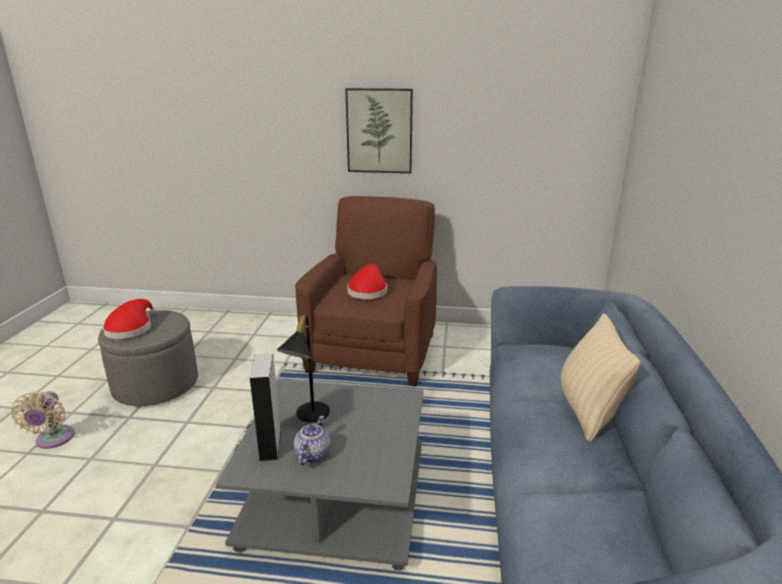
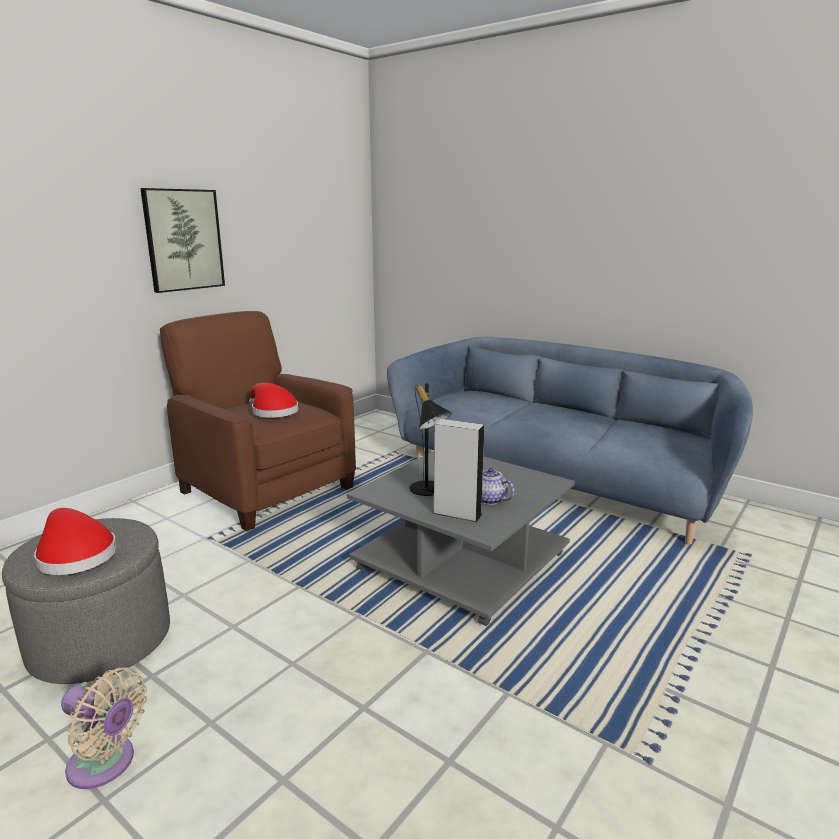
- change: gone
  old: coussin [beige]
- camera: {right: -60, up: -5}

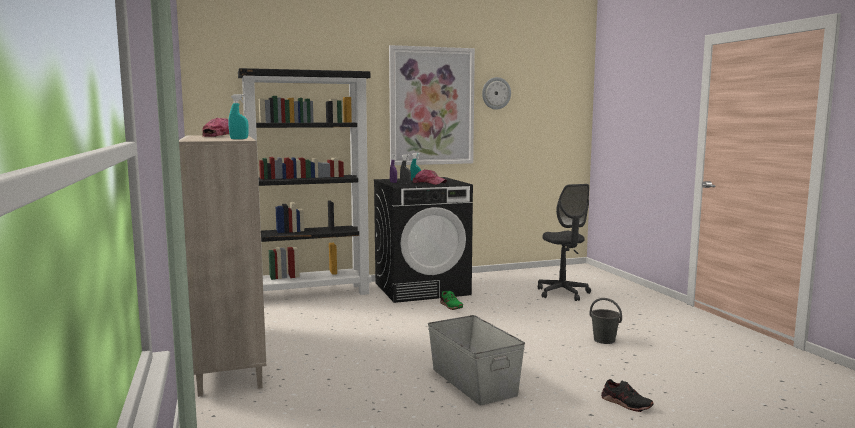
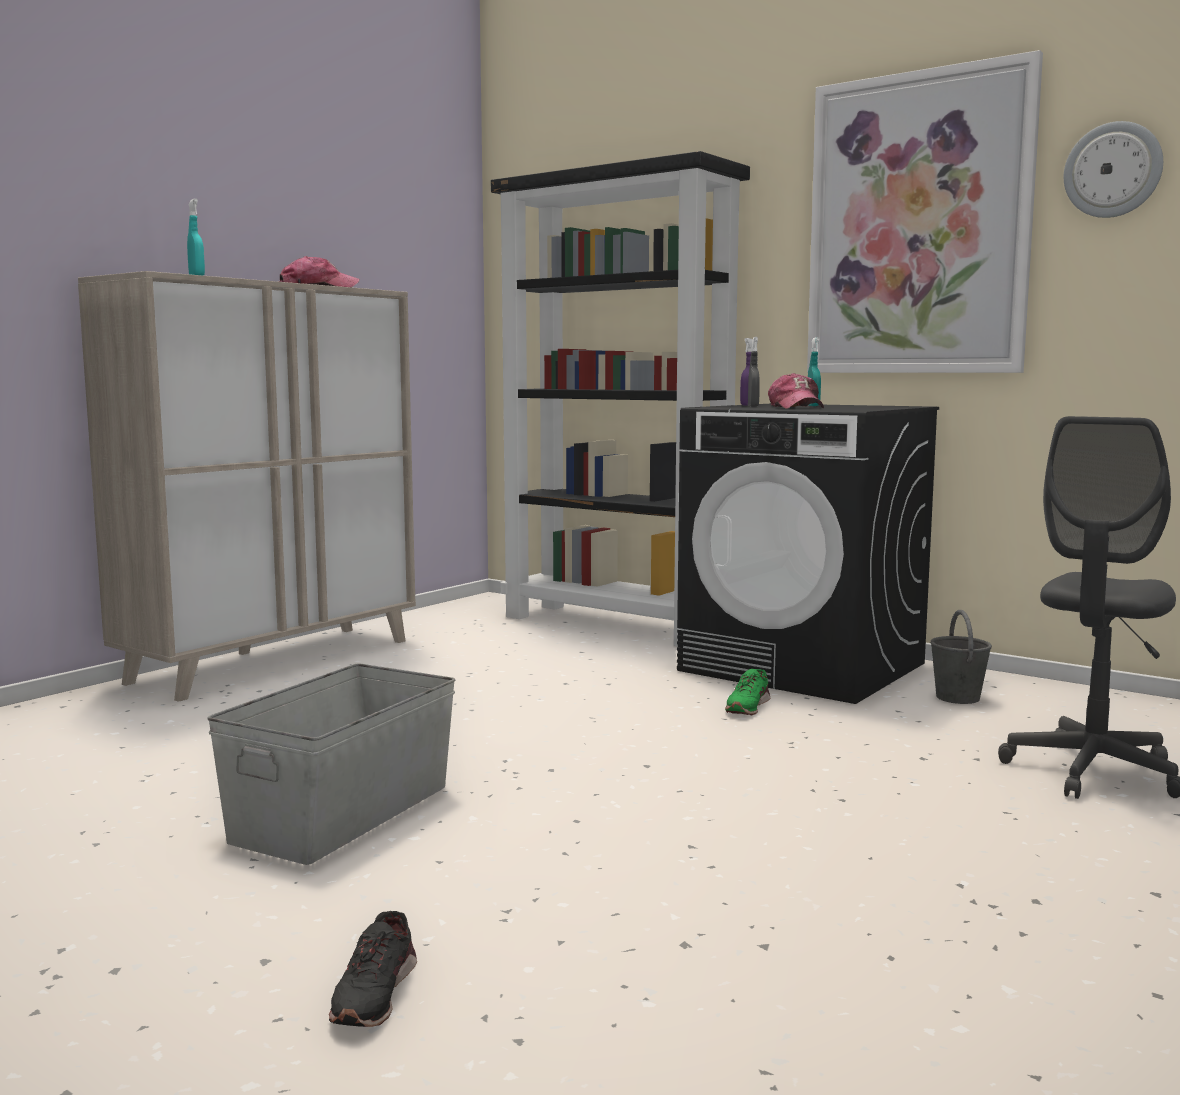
- change: shifted
  old: seau [gris]
- camera: {right: 55, up: 0}

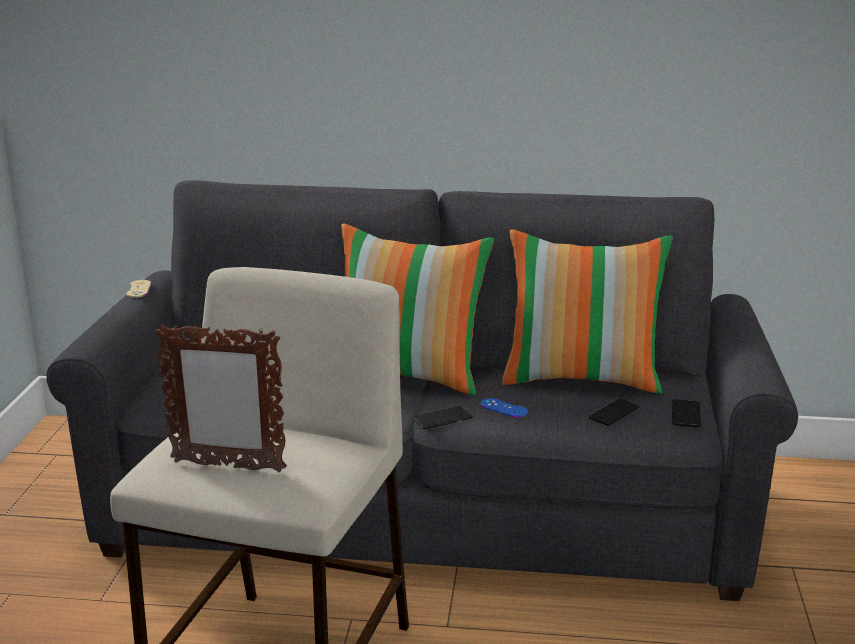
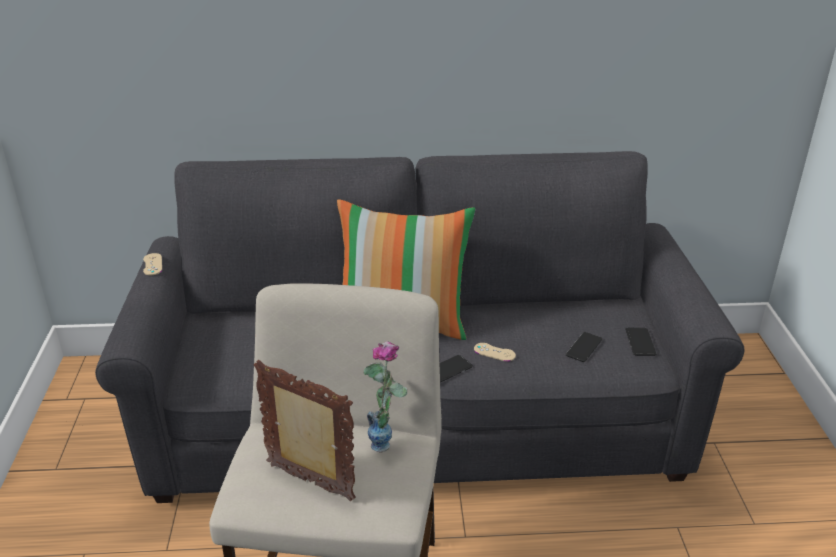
- change: rotated
  old: cadre photo
  degrees: -150
- change: repainted
  old: manette [bleu]
  new: manette [beige] (no. 2 from left)
- change: gone
  old: coussin (no. 2 from left)
- change: new
  new: vase
- camera: {right: -10, up: 10}

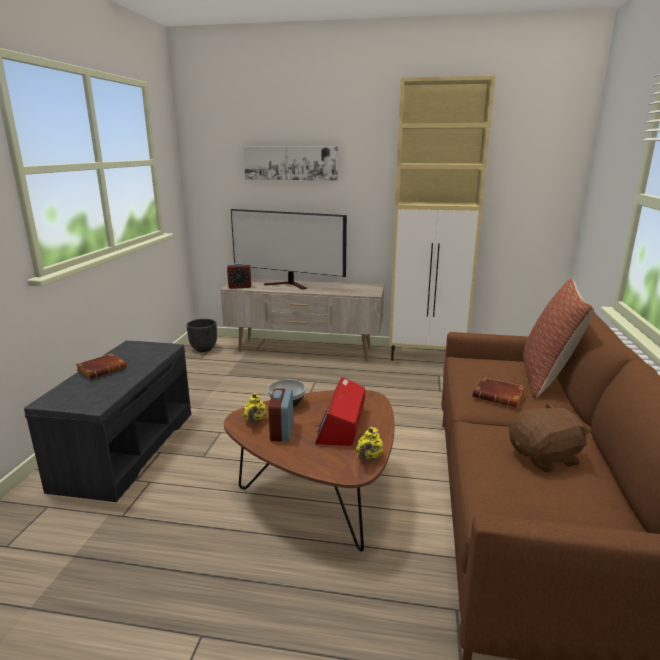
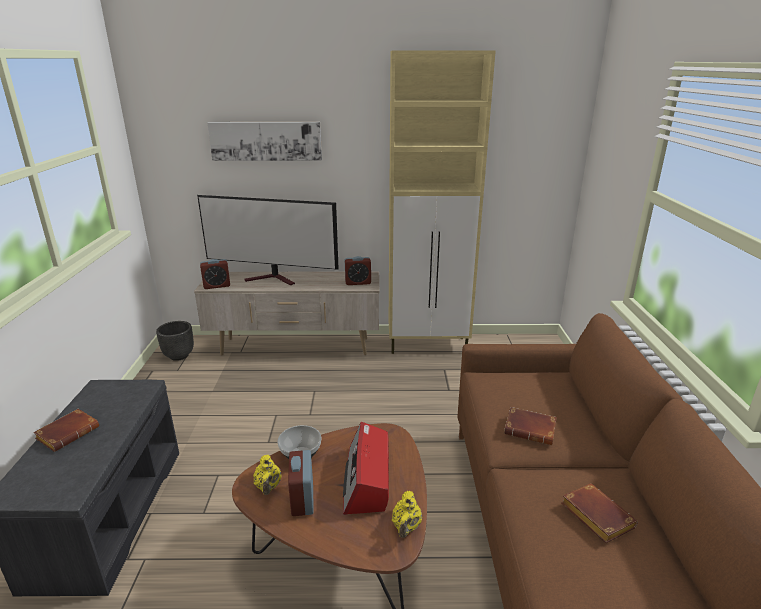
- change: swapped
  old: peluche [marron]
  new: livre [marron] (no. 3 from left)
- change: gone
  old: coussin
- change: new
  new: réveil (no. 3 from left)
- camera: {right: -10, up: 5}

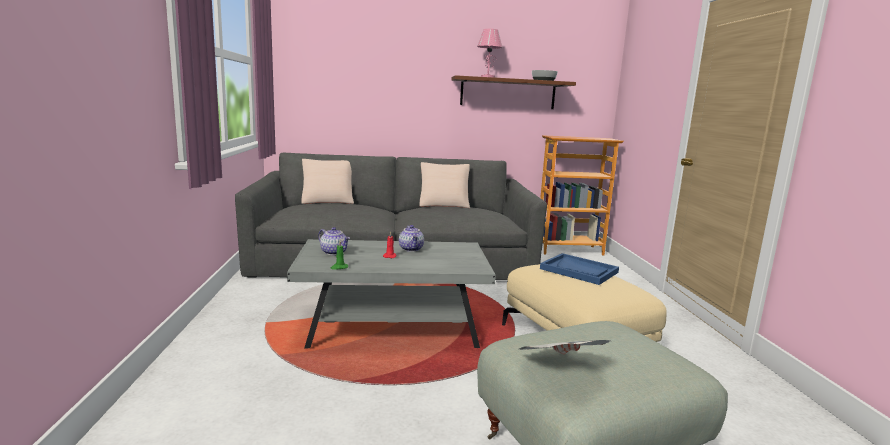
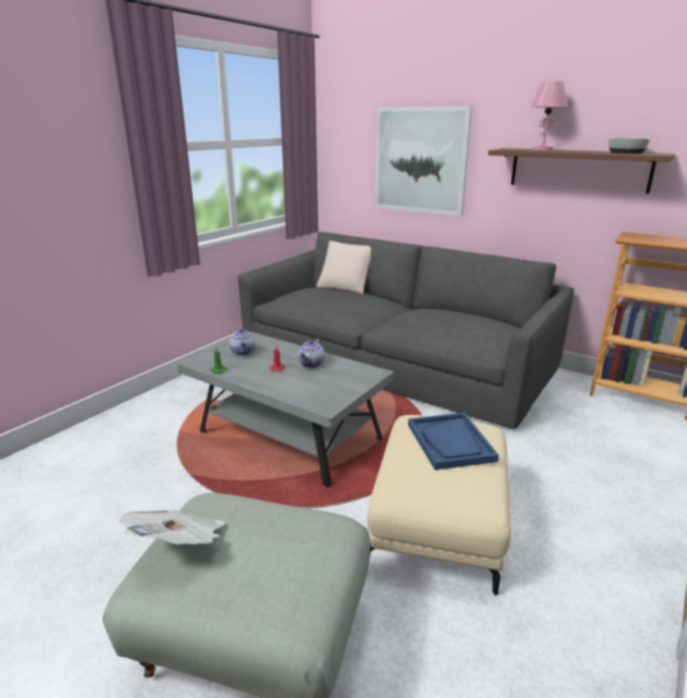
- change: gone
  old: coussin [beige] (no. 2 from left)
- change: new
  new: tableau
- camera: {right: 40, up: 10}

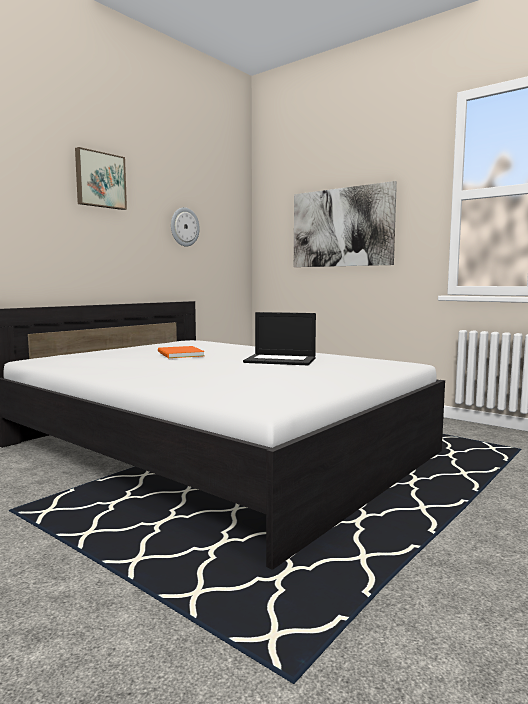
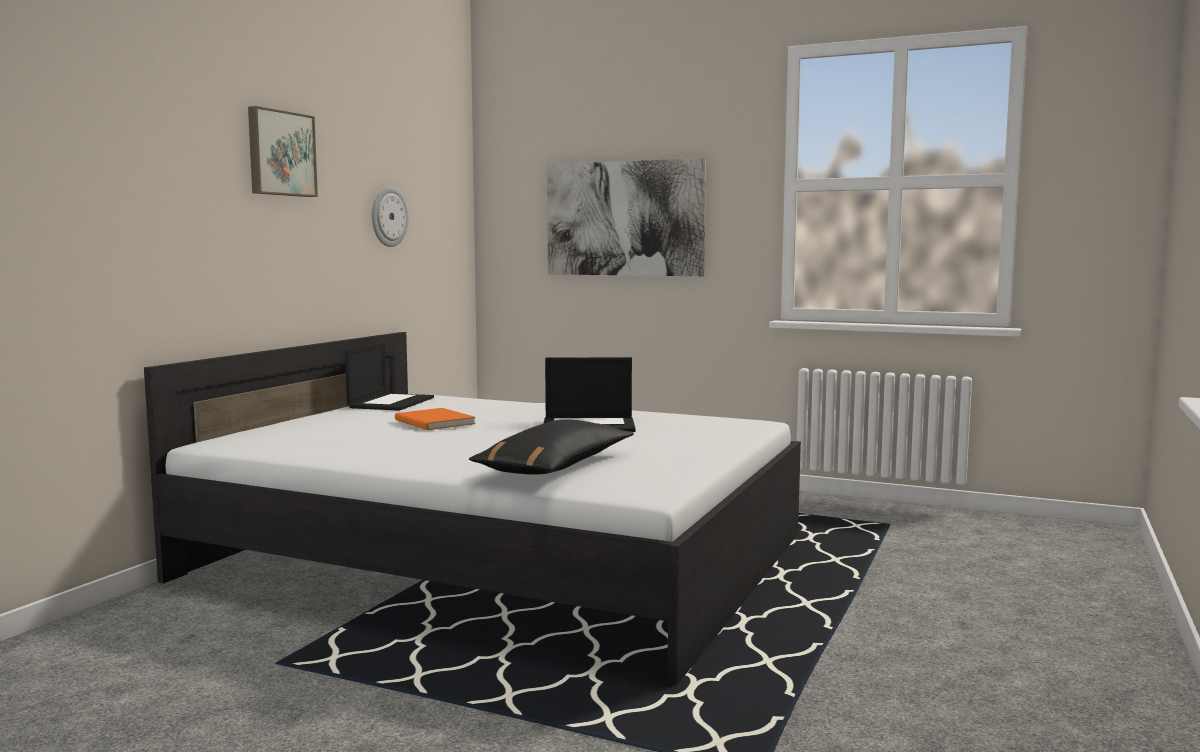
- change: new
  new: ordinateur portable (no. 1 from left)
- change: new
  new: coussin [noir]
- camera: {right: -15, up: 0}

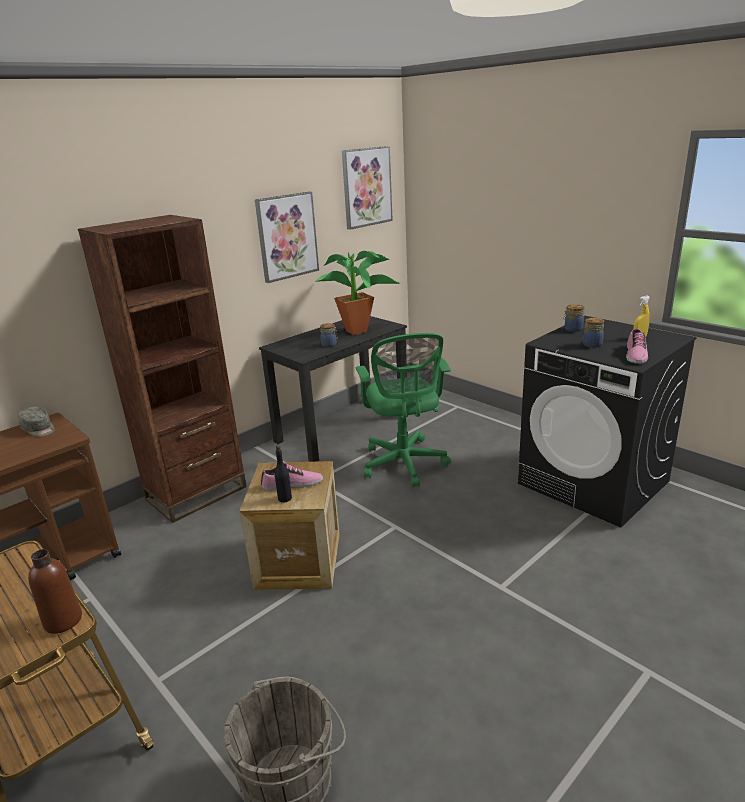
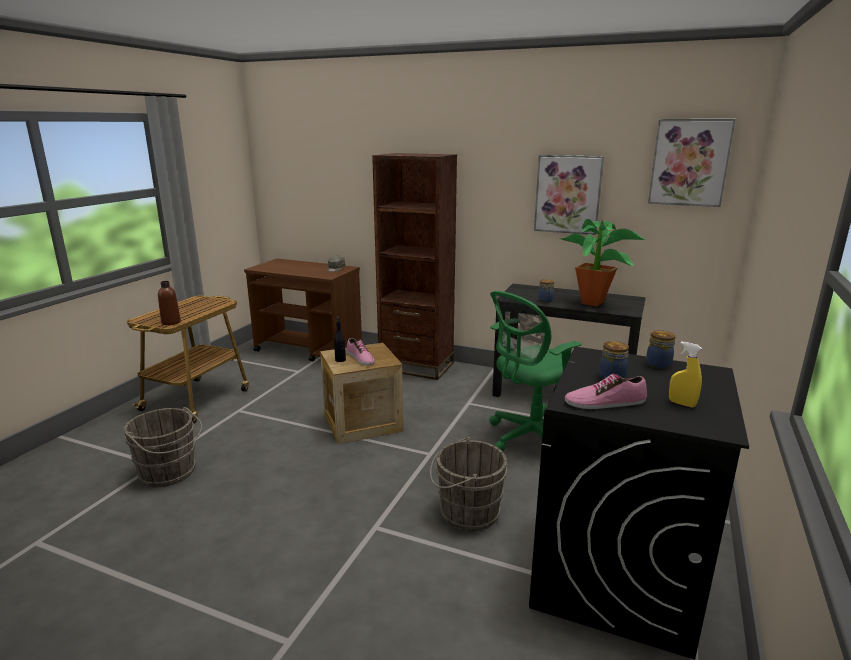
- change: new
  new: seau [gris] (no. 2 from left)
- camera: {right: 65, up: -5}

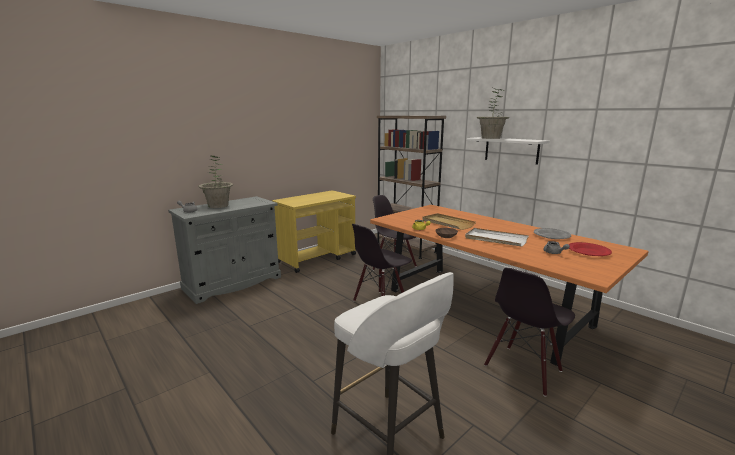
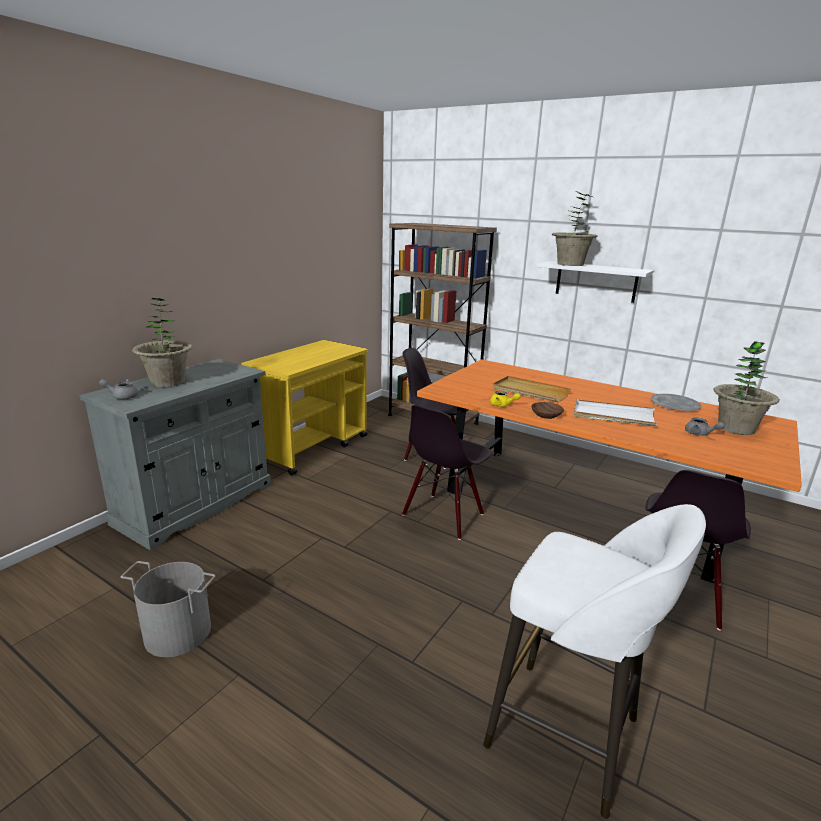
- change: swapped
  old: assiette [rouge]
  new: plante en pot (no. 3 from left)
- change: new
  new: seau [gris]
- camera: {right: -15, up: 5}

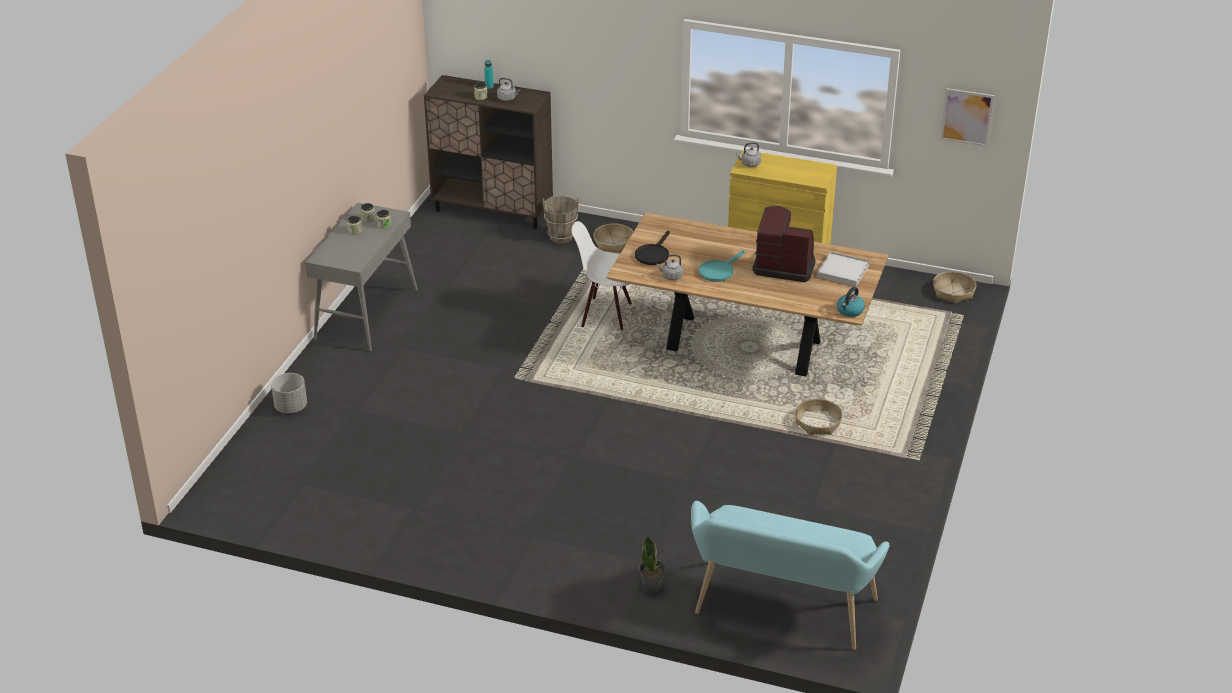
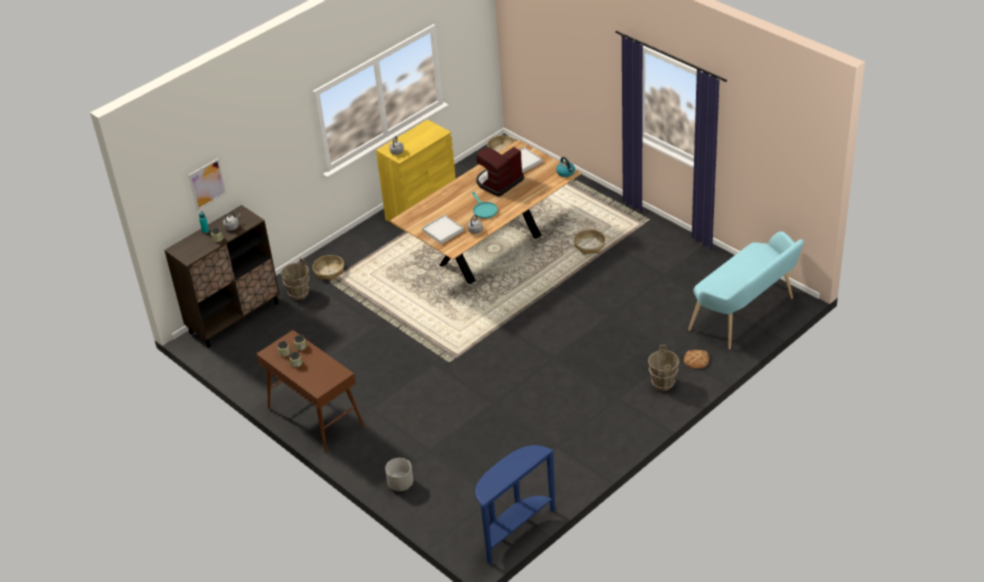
- change: repainted
  old: table console [gris]
  new: table console [marron]
- change: gone
  old: chaise [blanc]
- change: swapped
  old: poêle [noir]
  new: plateau [blanc] (no. 1 from left)
- change: swapped
  old: plante en pot
  new: pain
- change: shifted
  old: tableau
- change: new
  new: table console [bleu]
- change: new
  new: seau [marron] (no. 2 from left)
- camera: {right: -60, up: 5}

